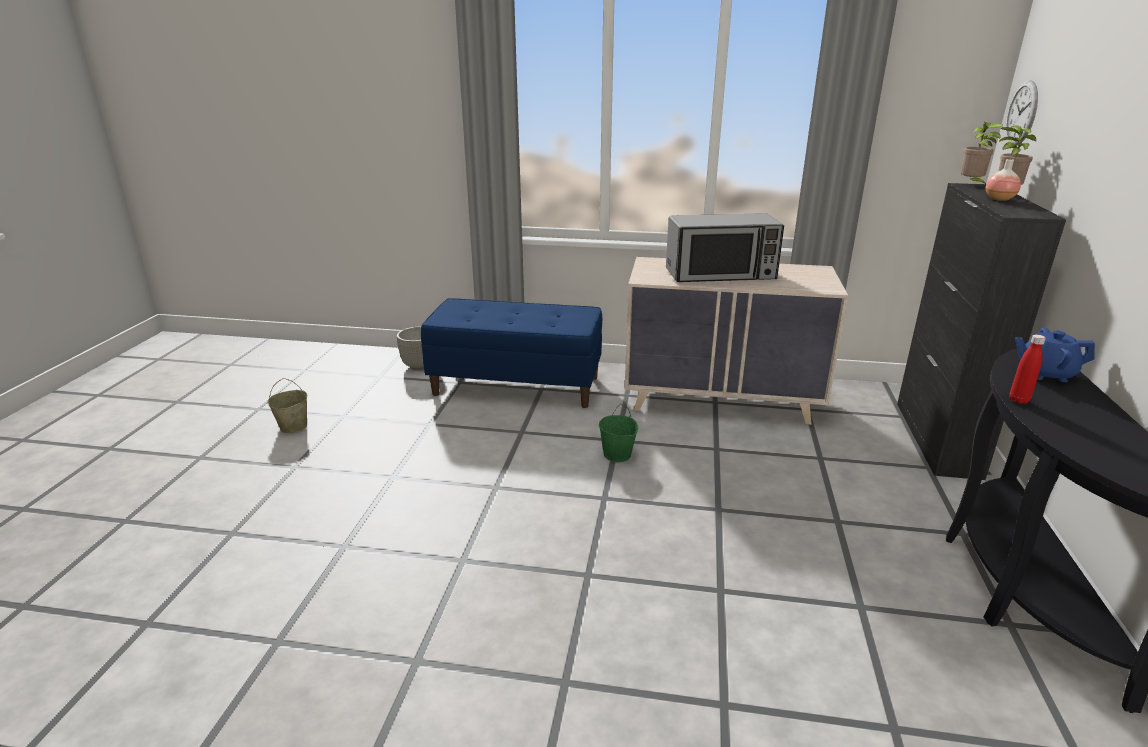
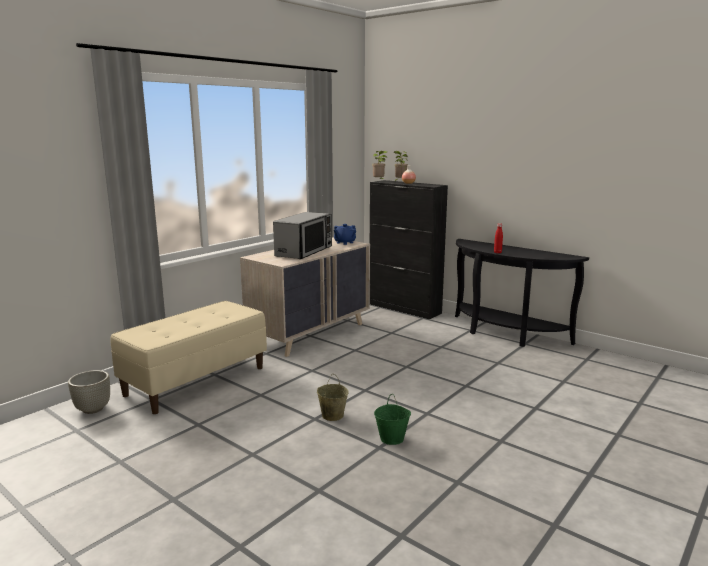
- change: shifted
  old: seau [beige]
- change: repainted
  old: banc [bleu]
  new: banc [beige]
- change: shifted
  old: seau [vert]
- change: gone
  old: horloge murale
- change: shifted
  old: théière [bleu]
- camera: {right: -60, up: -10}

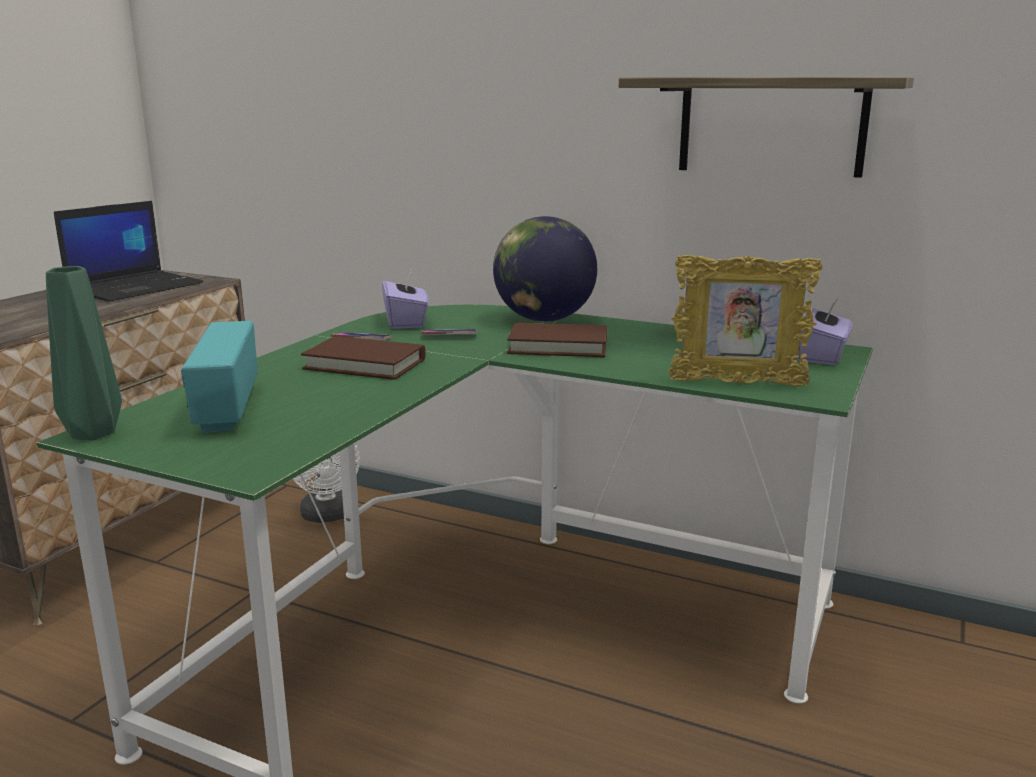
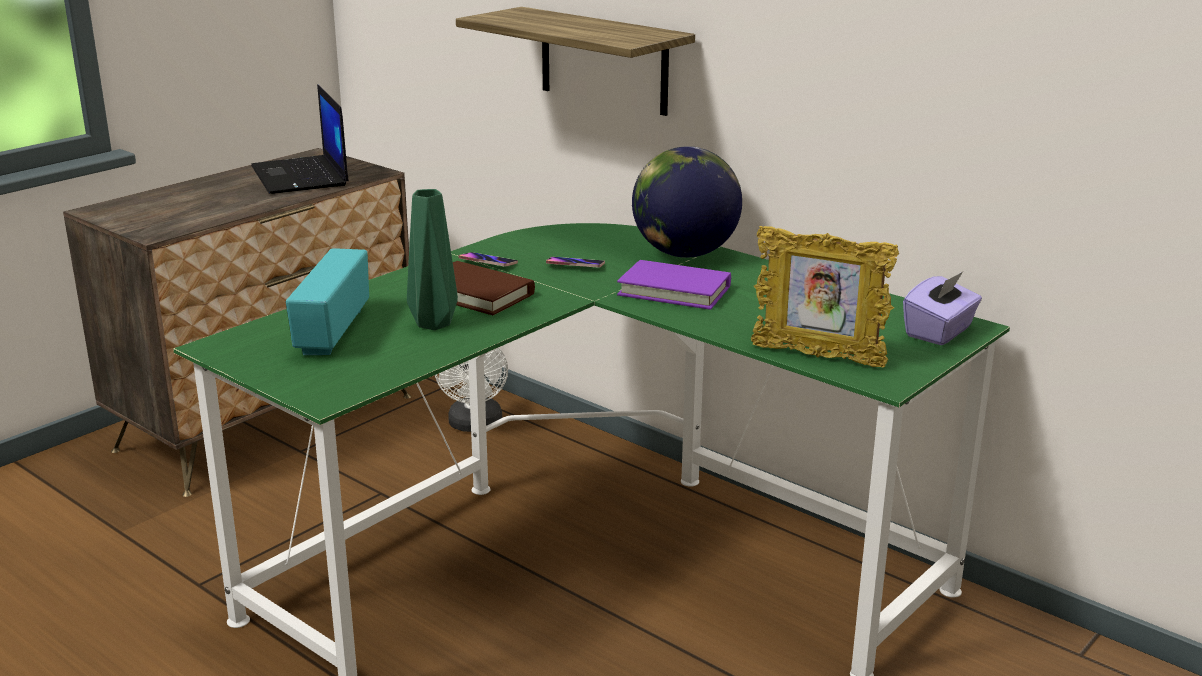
- change: shifted
  old: vase [vert]
- change: rotated
  old: ordinateur portable
  degrees: 105
- change: gone
  old: boîte à mouchoirs [violet] (no. 1 from left)
- change: repainted
  old: livre [marron] (no. 2 from left)
  new: livre [violet]
- change: shifted
  old: étagère
- camera: {right: 15, up: 5}

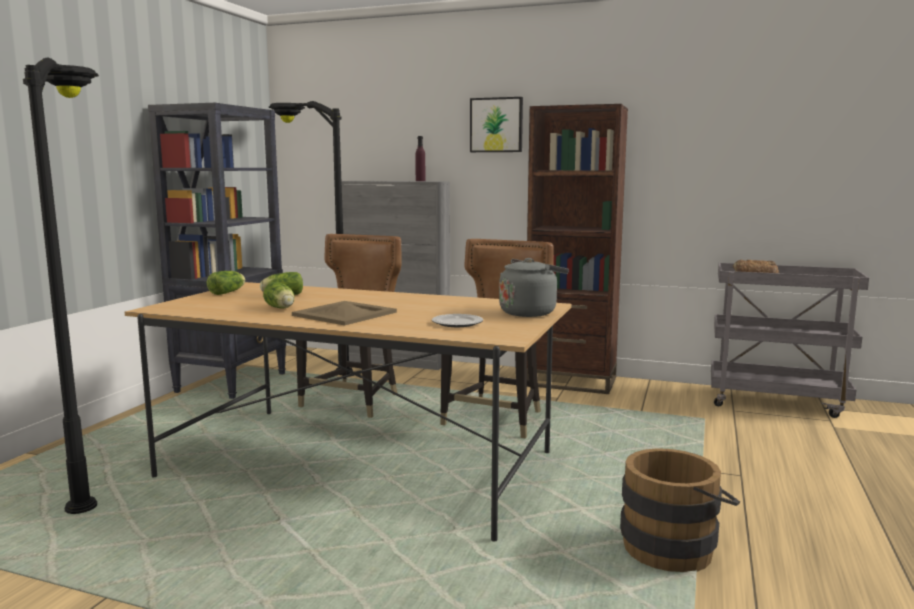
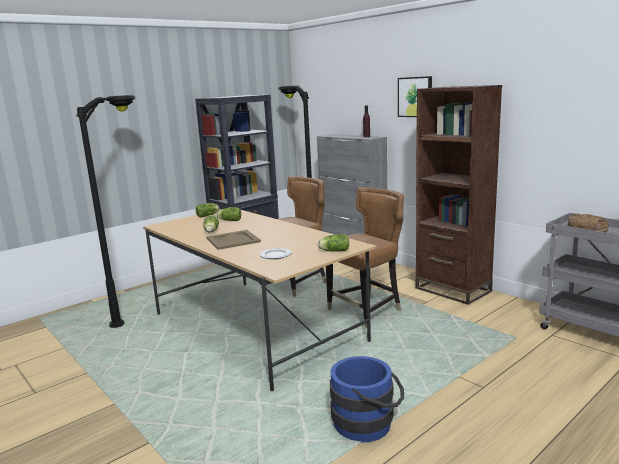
- change: swapped
  old: bouilloire [gris]
  new: laitue (no. 4 from left)
- change: repainted
  old: seau [marron]
  new: seau [bleu]
- camera: {right: 30, up: 5}

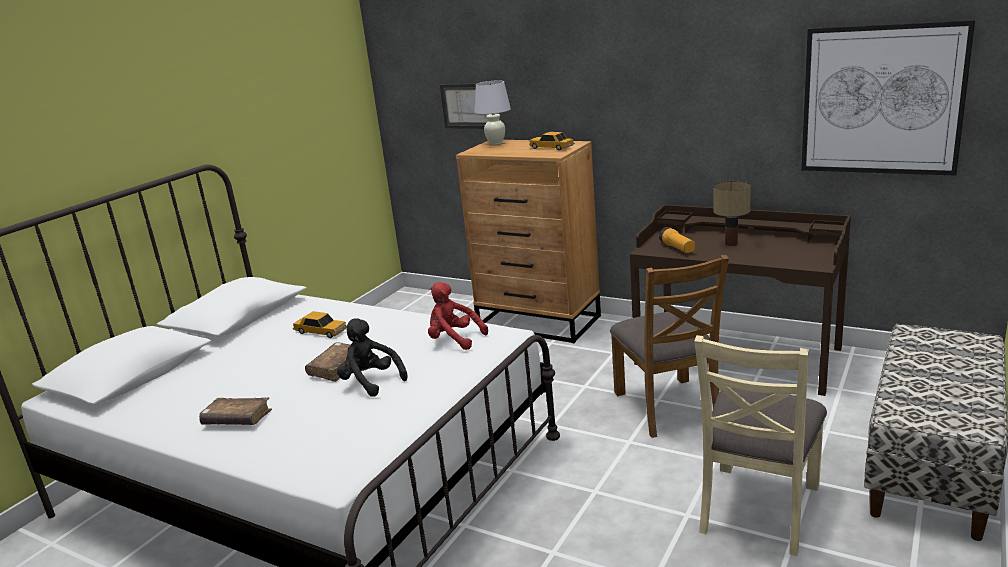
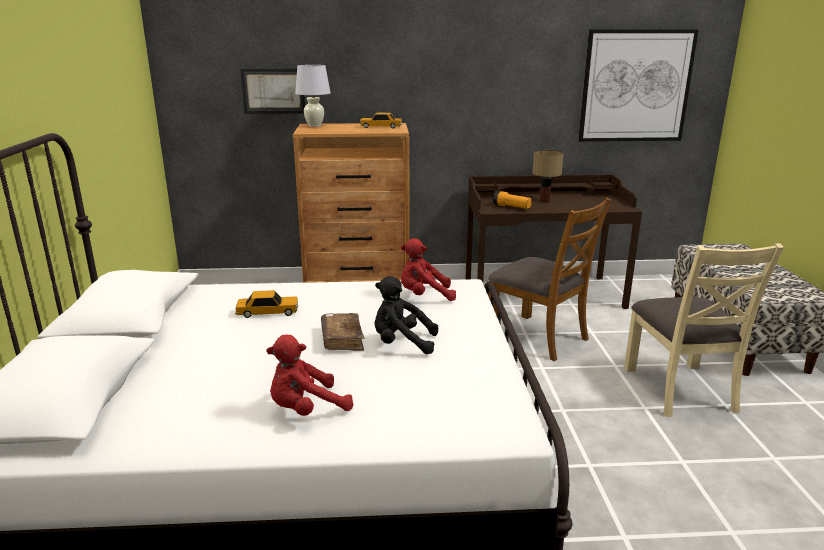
- change: swapped
  old: livre [marron] (no. 1 from left)
  new: peluche [rouge] (no. 1 from left)
- camera: {right: -35, up: 0}

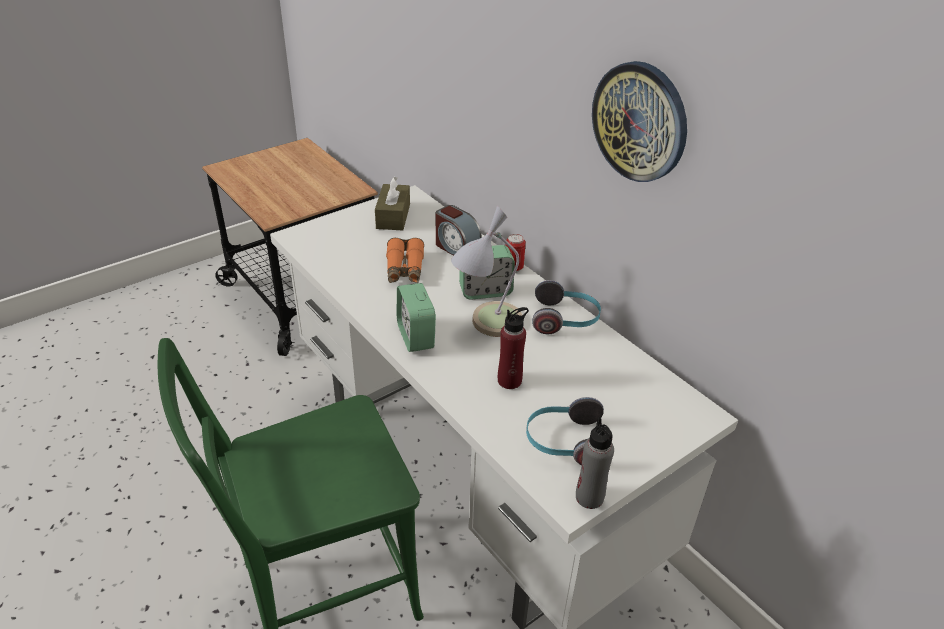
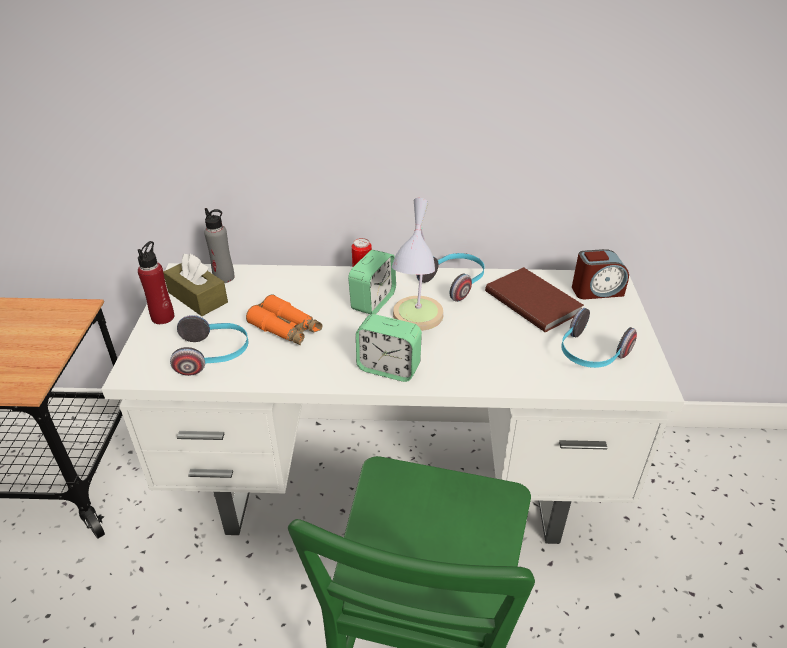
- change: shifted
  old: réveil (no. 2 from left in the first image)
  new: réveil (no. 3 from left)
- change: shifted
  old: bouteille [rouge]
- change: shifted
  old: bouteille [gris]
- change: gone
  old: horloge murale
- change: new
  new: casque audio (no. 1 from left)
- change: new
  new: livre [marron]
- camera: {right: -50, up: 0}

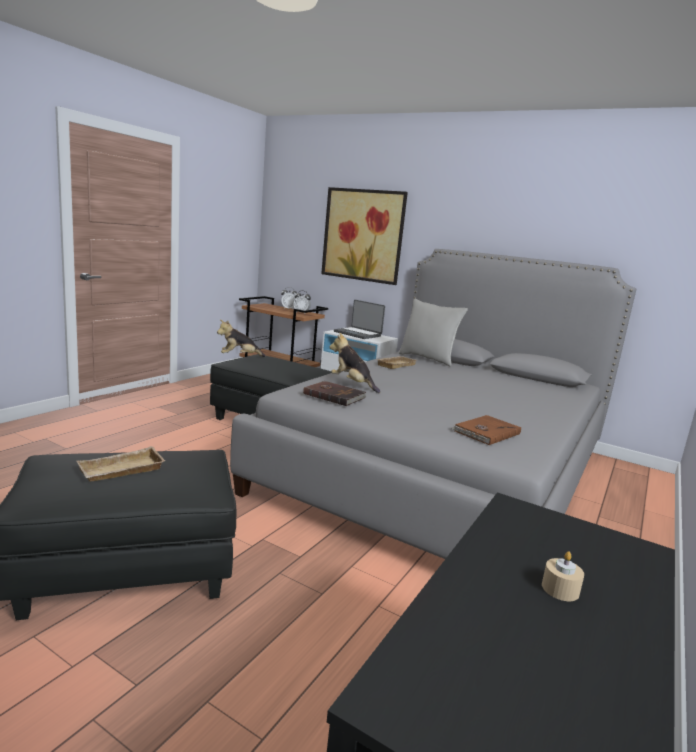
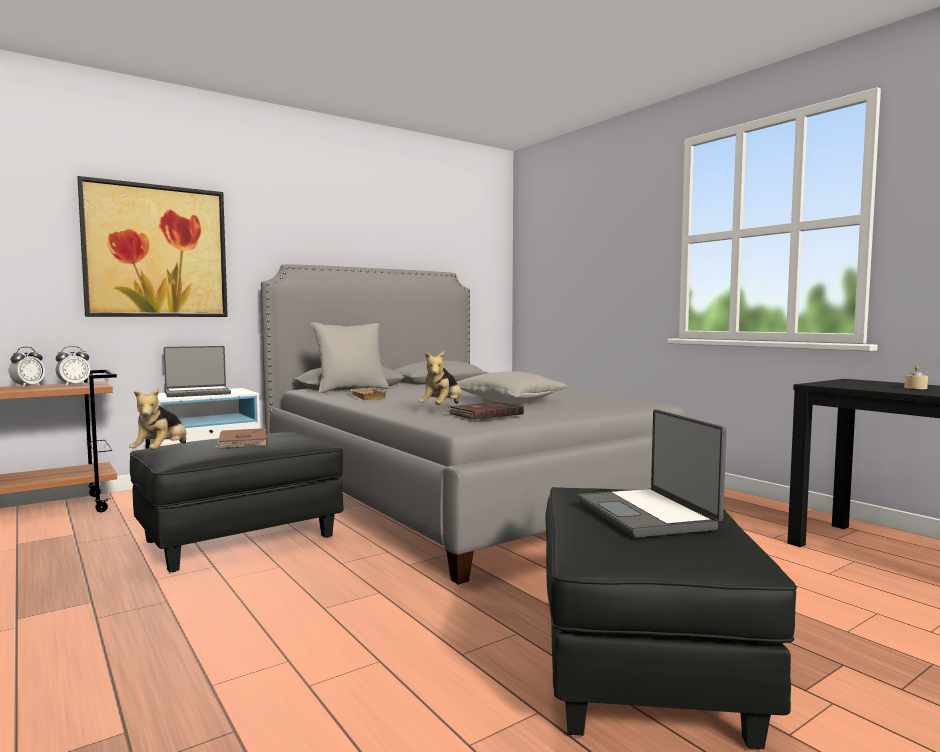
- change: swapped
  old: plateau [beige] (no. 1 from left)
  new: ordinateur portable (no. 2 from left)
- change: rotated
  old: peluche (no. 2 from left)
  degrees: -45
- change: shifted
  old: livre [marron] (no. 2 from left in the first image)
  new: livre [marron] (no. 1 from left)
- change: new
  new: coussin [gris] (no. 2 from left)
- camera: {right: -65, up: -10}

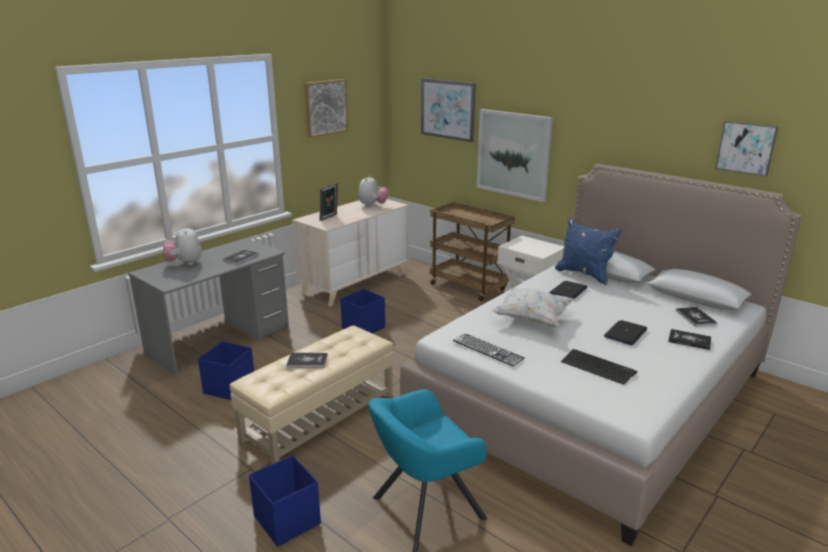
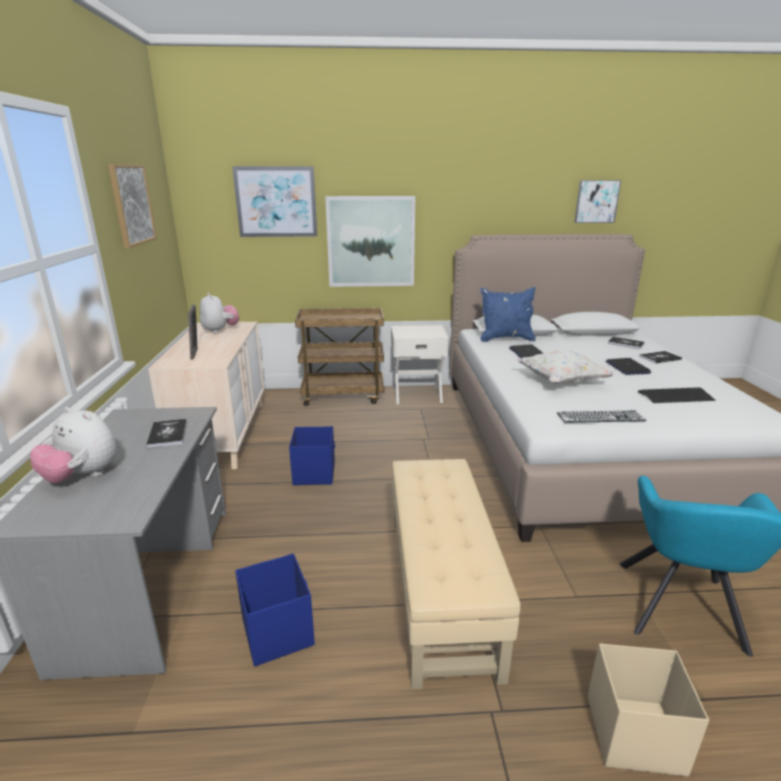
- change: repainted
  old: boîte de rangement [bleu] (no. 2 from left)
  new: boîte de rangement [beige]
- change: gone
  old: livre (no. 2 from left)
- camera: {right: -45, up: 0}

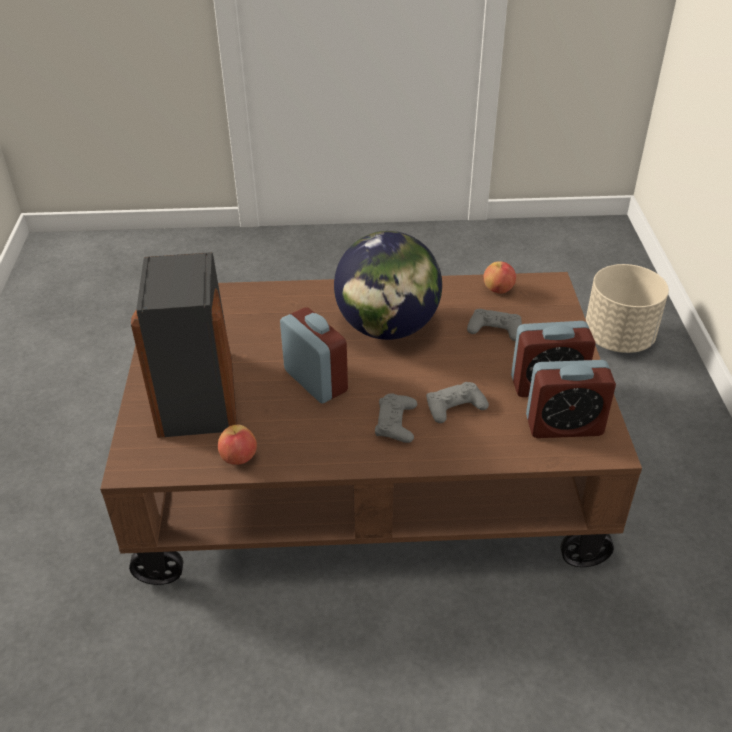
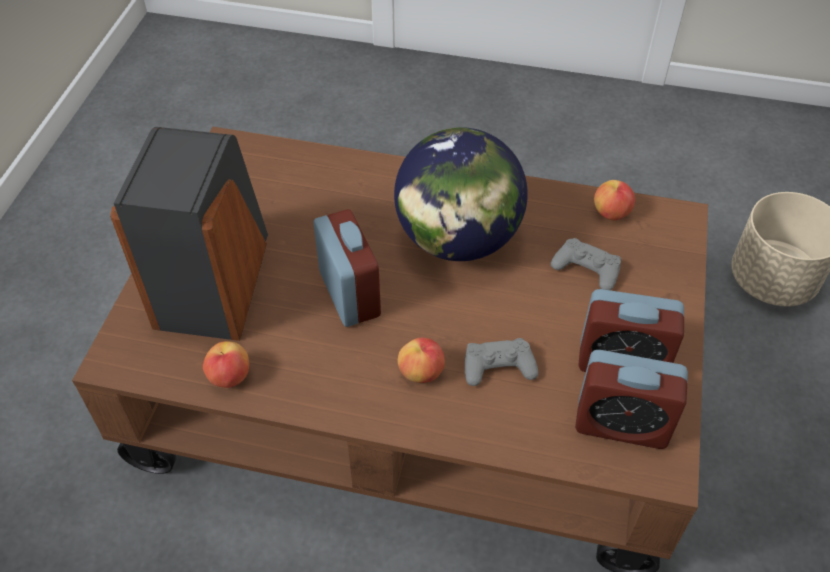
- change: swapped
  old: manette [gris] (no. 1 from left)
  new: pomme (no. 2 from left)
- camera: {right: 15, up: 10}

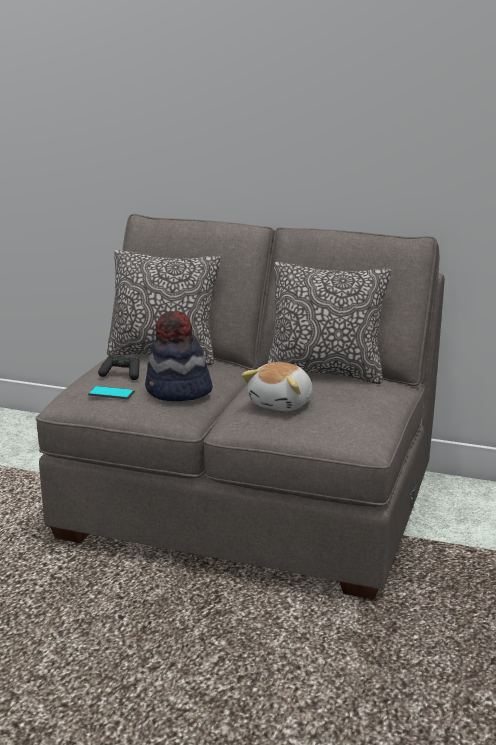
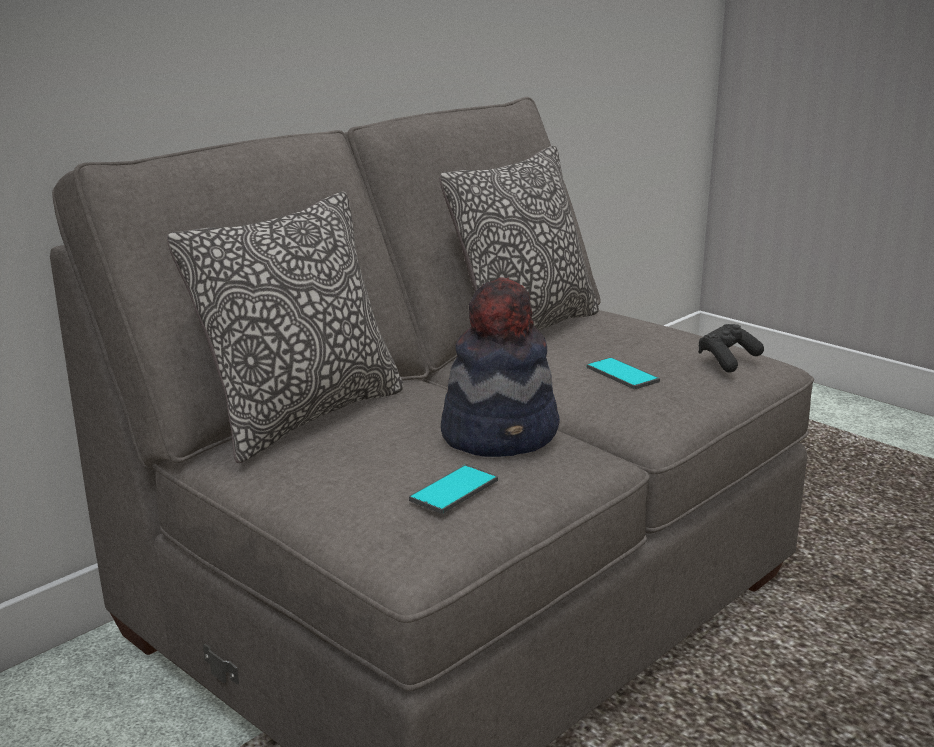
- change: shifted
  old: manette [noir]
- change: swapped
  old: peluche
  new: téléphone (no. 2 from left)
- camera: {right: -65, up: 0}

